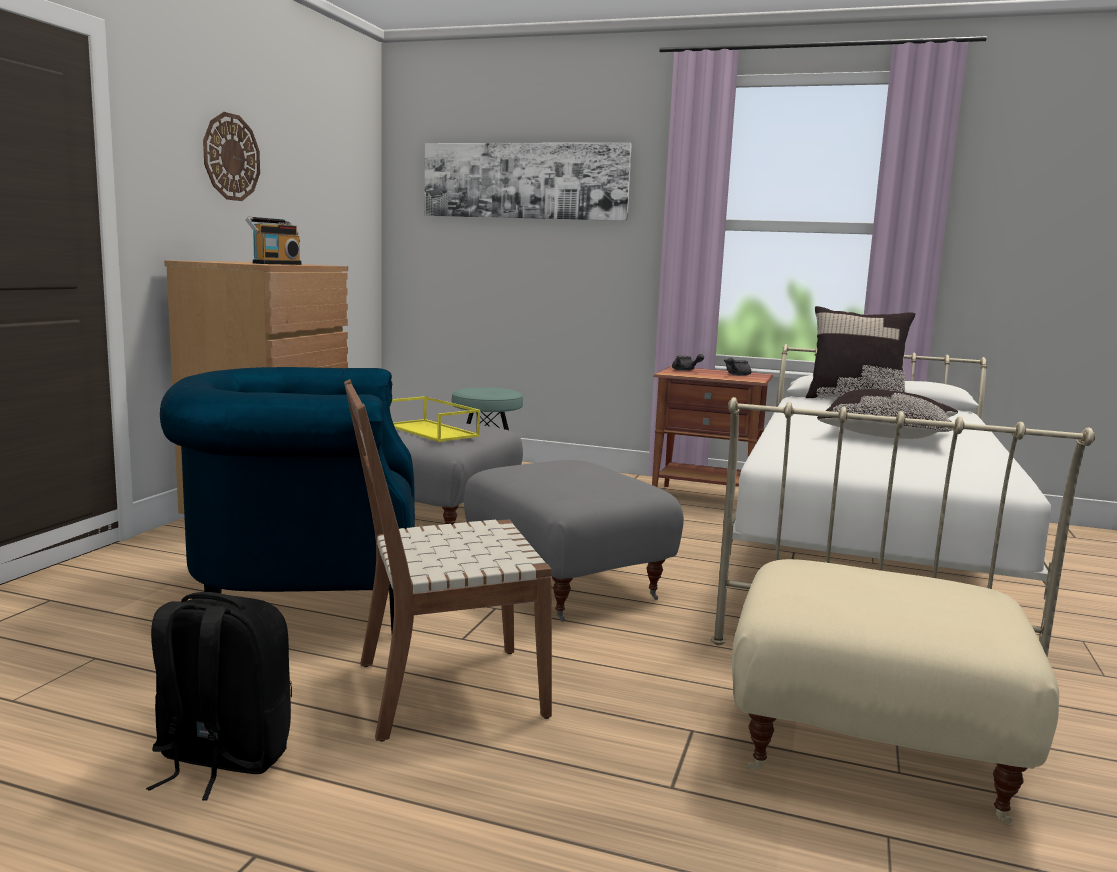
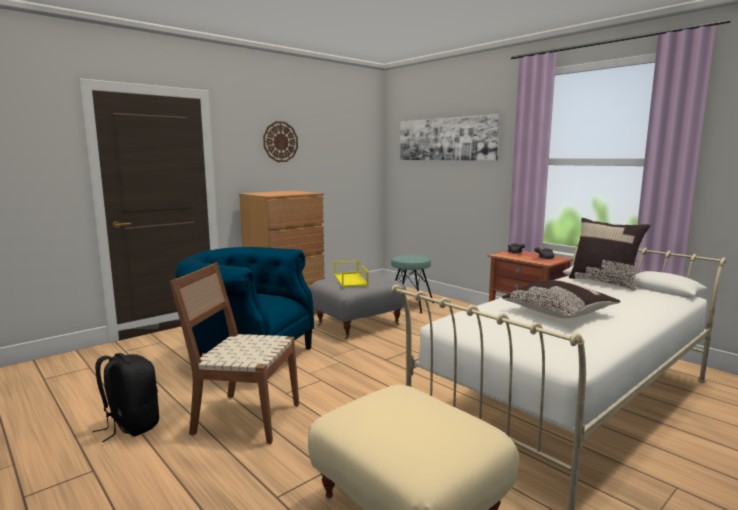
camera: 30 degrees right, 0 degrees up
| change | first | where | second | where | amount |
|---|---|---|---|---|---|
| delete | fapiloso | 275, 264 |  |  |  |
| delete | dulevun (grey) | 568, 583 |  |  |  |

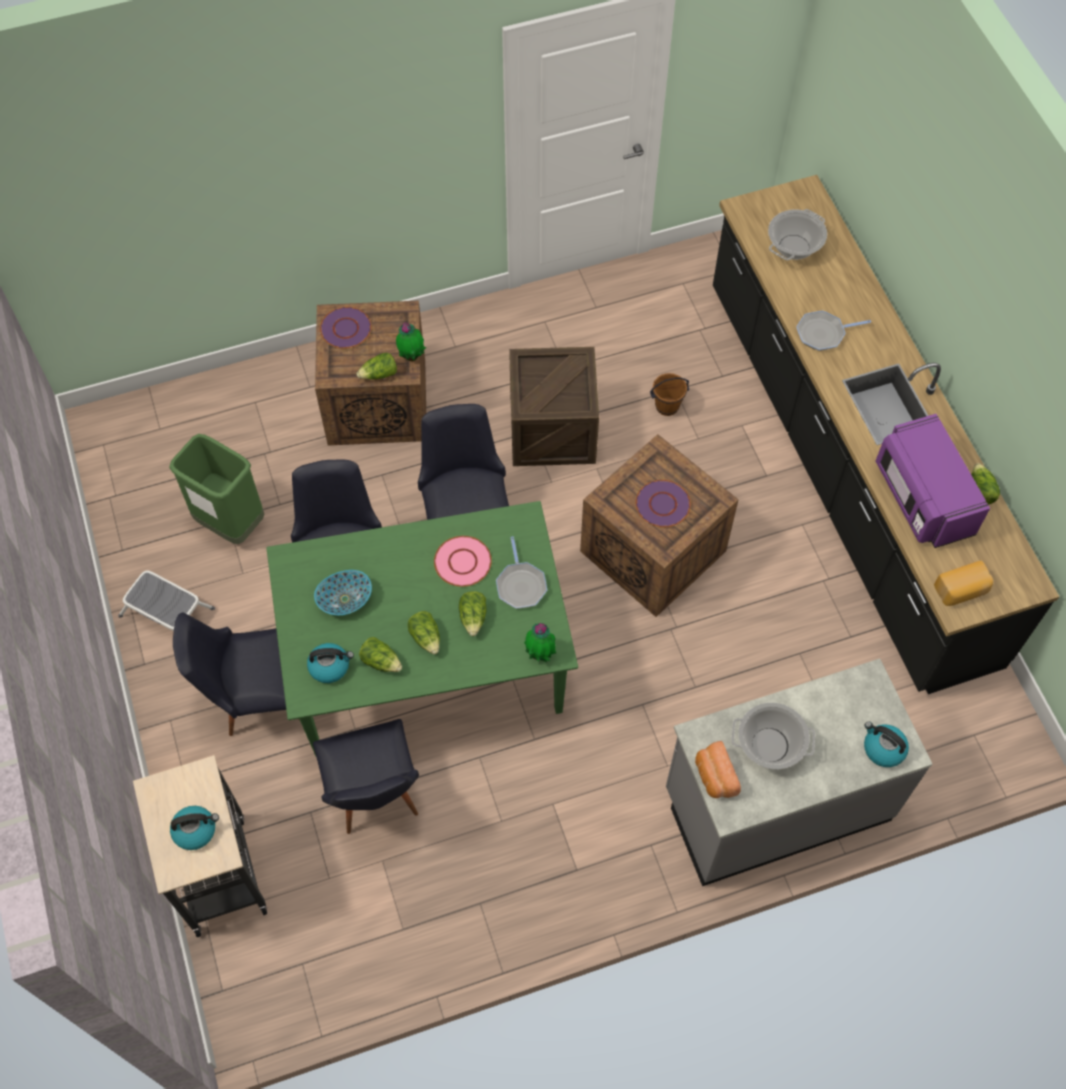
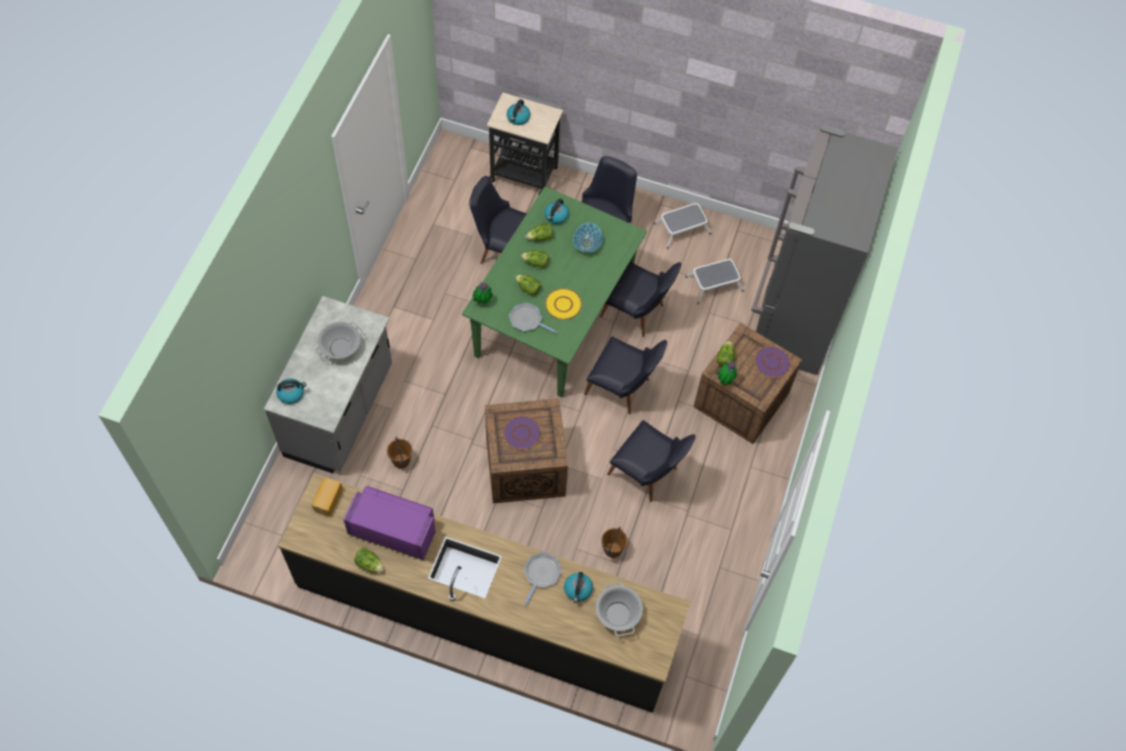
camera: 125 degrees right, 0 degrees up
| change | first | where | second | where | amount |
|---|---|---|---|---|---|
| delete | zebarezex | 714, 776 |  |  |  |
| insert |  |  | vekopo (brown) | 401, 461 |  |
| insert |  |  | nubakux | 578, 590 |  |
| insert |  |  | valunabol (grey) | 792, 317 |  |
| replace | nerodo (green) | 230, 523 | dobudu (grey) | 714, 284 |  |
| replace | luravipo | 552, 430 | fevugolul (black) | 647, 475 |  |
| recolor | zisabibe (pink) | 463, 562 | zisabibe (yellow) | 563, 305 |  |

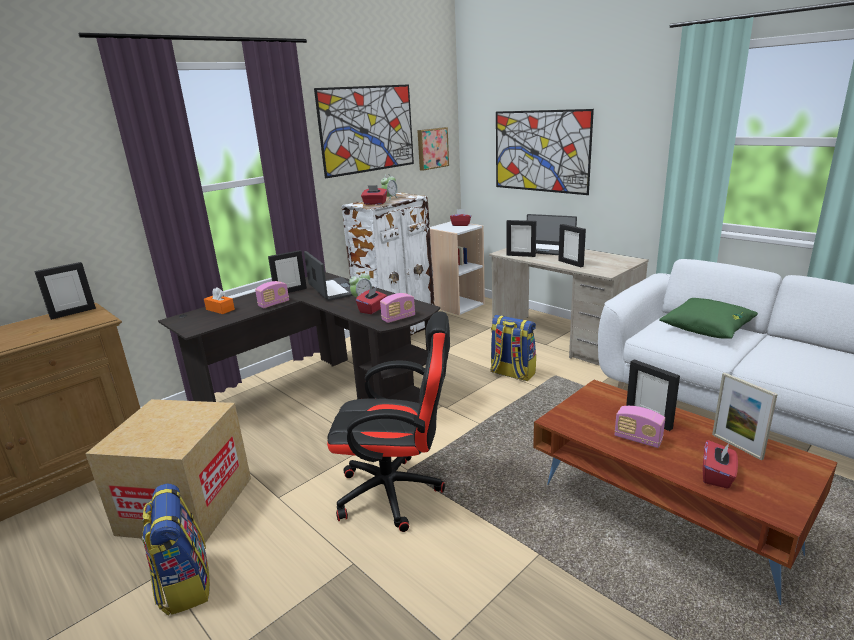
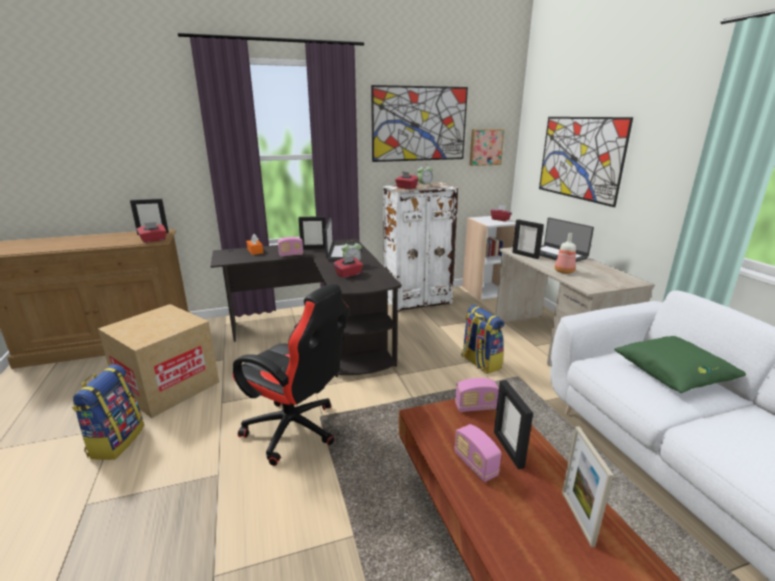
camera: 25 degrees right, 0 degrees up
| change | first | where | second | where | amount |
|---|---|---|---|---|---|
| move | fapiloso | 398, 318 |  | 475, 407 |  |
| move | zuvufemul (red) | 717, 475 |  | 153, 240 |  |
| replace | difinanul | 571, 263 | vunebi | 564, 272 |  |

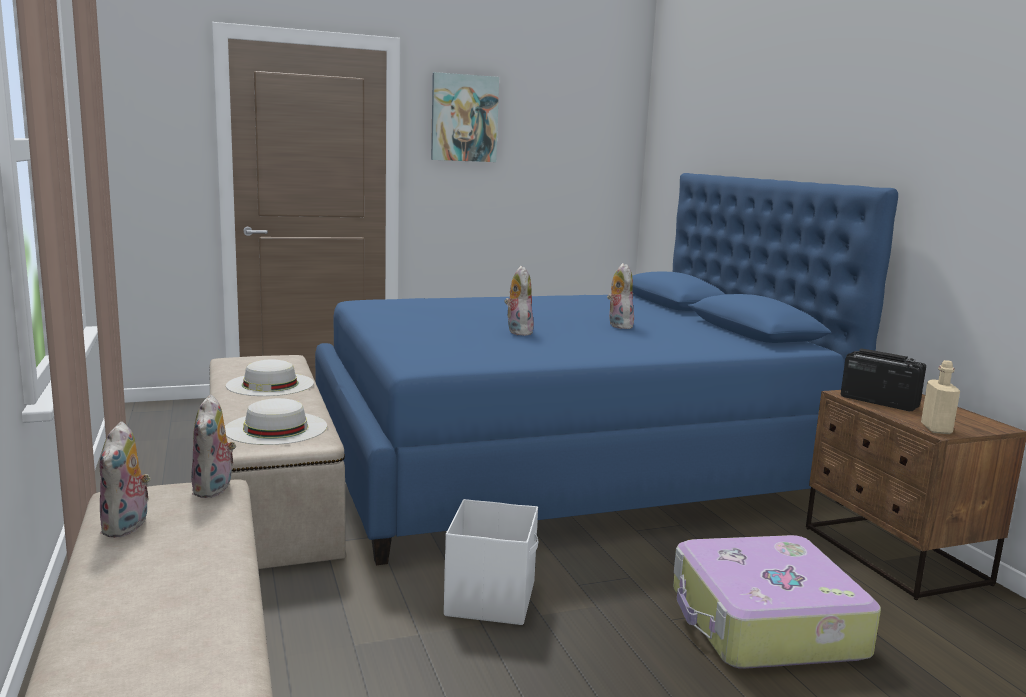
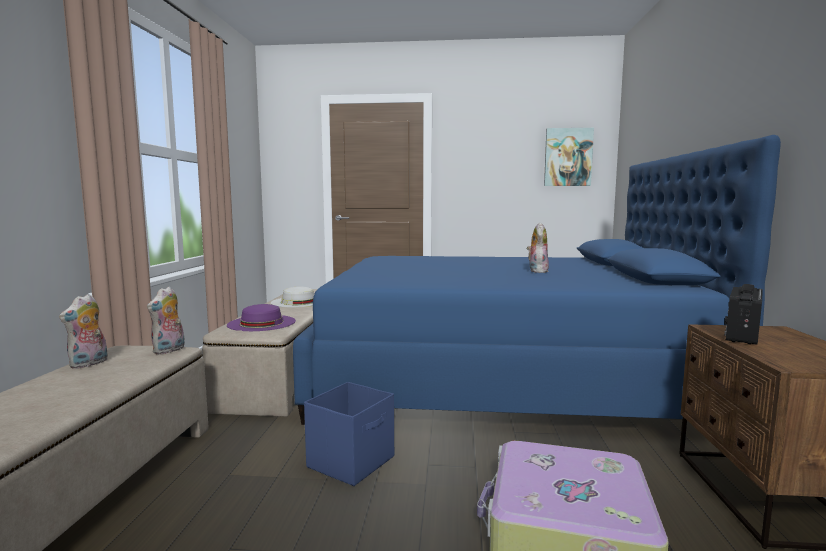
camera: 25 degrees right, 5 degrees down
| change | first | where | second | where | amount |
|---|---|---|---|---|---|
| delete | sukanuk | 517, 332 |  |  |  |
| delete | vunebi (beige) | 936, 429 |  |  |  |
| move | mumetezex | 464, 118 |  | 568, 157 |  |
| recolor | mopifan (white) | 276, 428 | mopifan (purple) | 261, 323 |  |
| recolor | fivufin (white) | 491, 598 | fivufin (blue) | 352, 462 |  |
| rotate | fapiloso | 878, 402 |  | 742, 336 | 120 degrees counterclockwise |

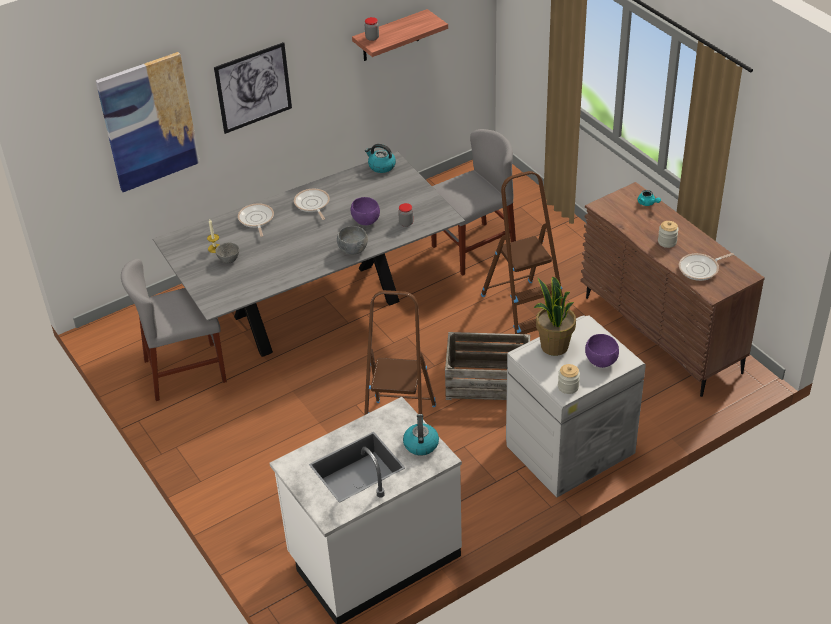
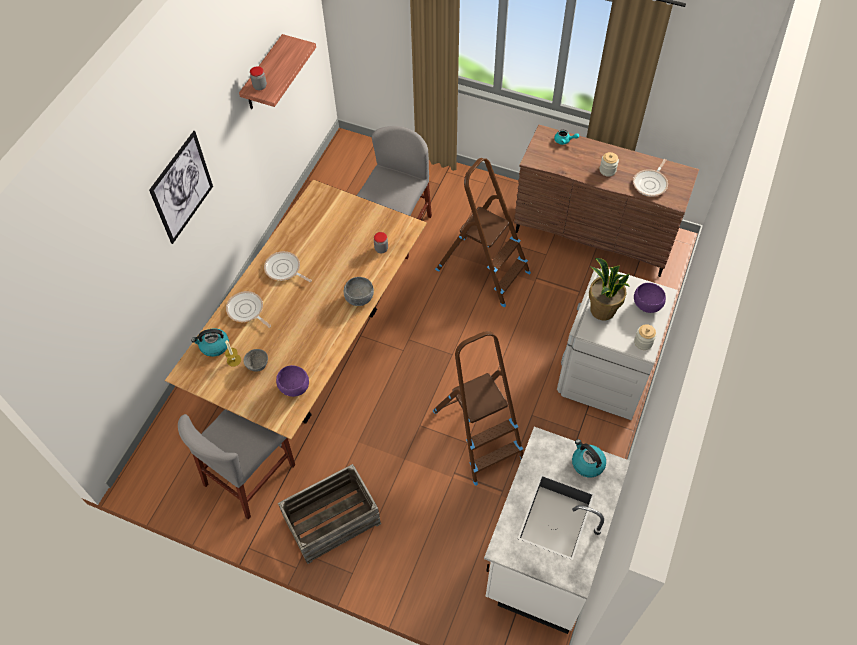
camera: 35 degrees left, 15 degrees up
| change | first | where | second | where | amount |
|---|---|---|---|---|---|
| delete | mumetezex | 148, 122 |  |  |  |
| move | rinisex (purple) | 365, 221 |  | 294, 388 |  |
| move | nubakux | 381, 166 |  | 214, 346 |  |
| move | luravipo | 488, 380 |  | 332, 520 |  |
| recolor | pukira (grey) | 318, 309 | pukira (brown) | 315, 351 |  |

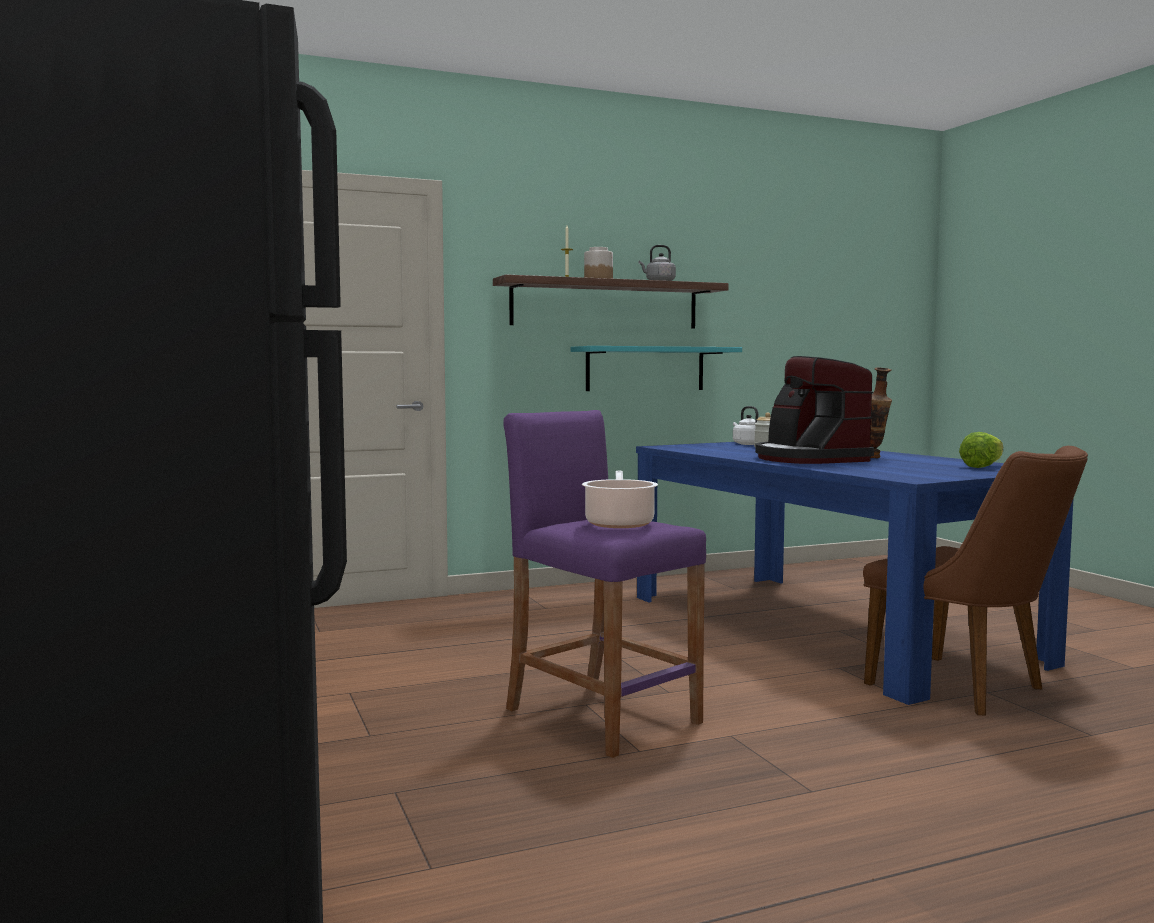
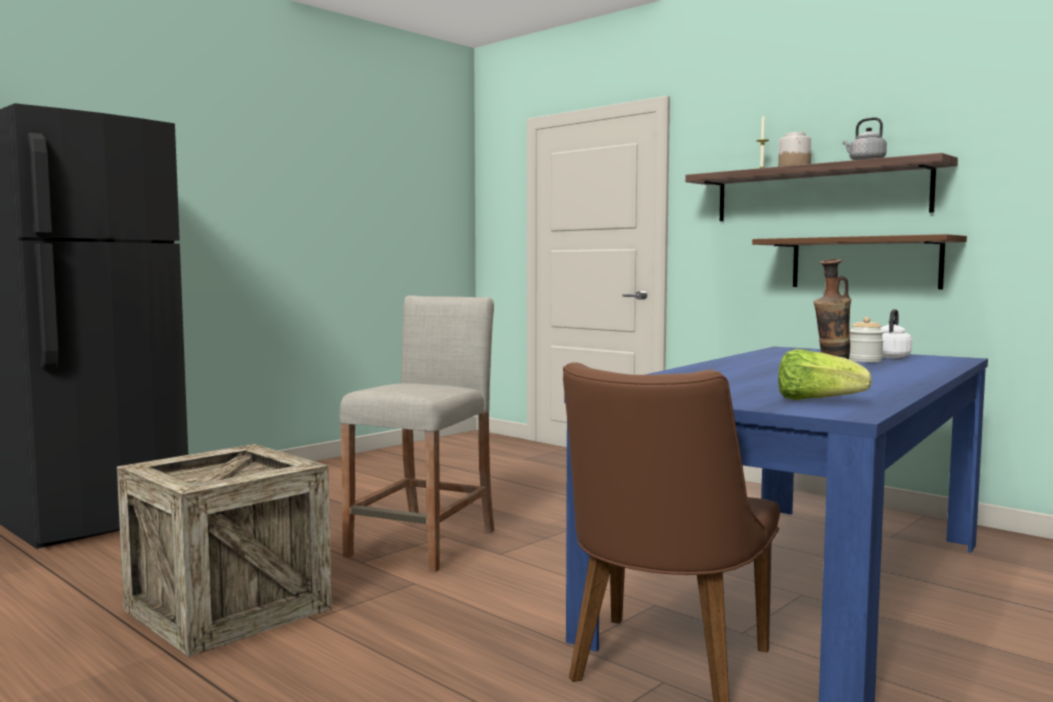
camera: 65 degrees right, 0 degrees up
| change | first | where | second | where | amount |
|---|---|---|---|---|---|
| delete | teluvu | 619, 523 |  |  |  |
| delete | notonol | 809, 459 |  |  |  |
| insert |  |  | luravipo | 227, 609 |  |
| recolor | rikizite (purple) | 602, 716 | rikizite (beige) | 423, 543 |  |
| recolor | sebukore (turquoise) | 645, 369 | sebukore (brown) | 864, 263 |  |

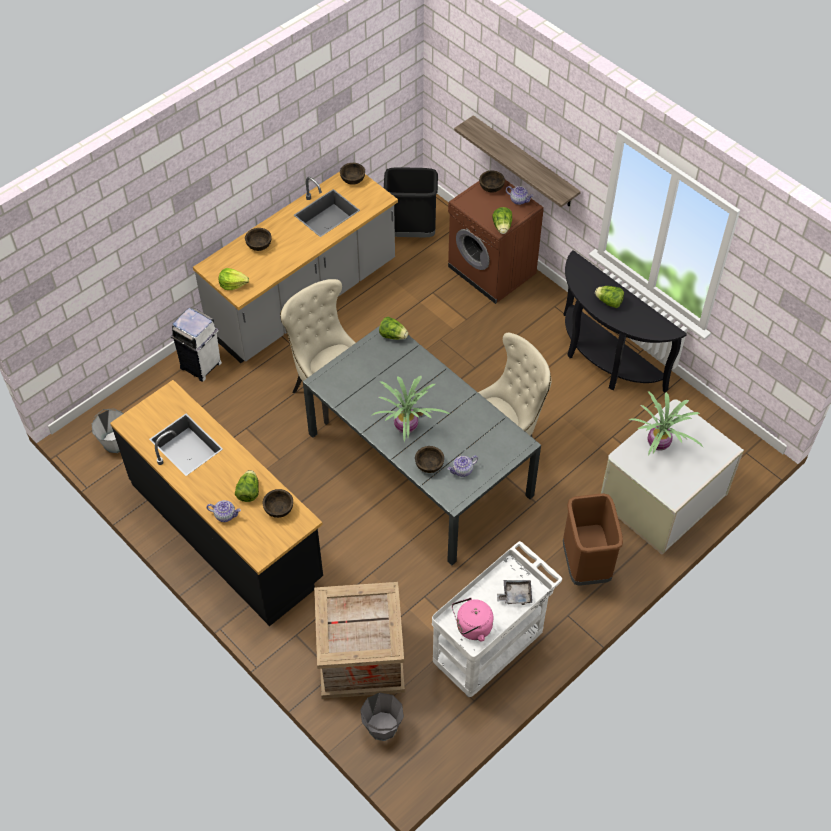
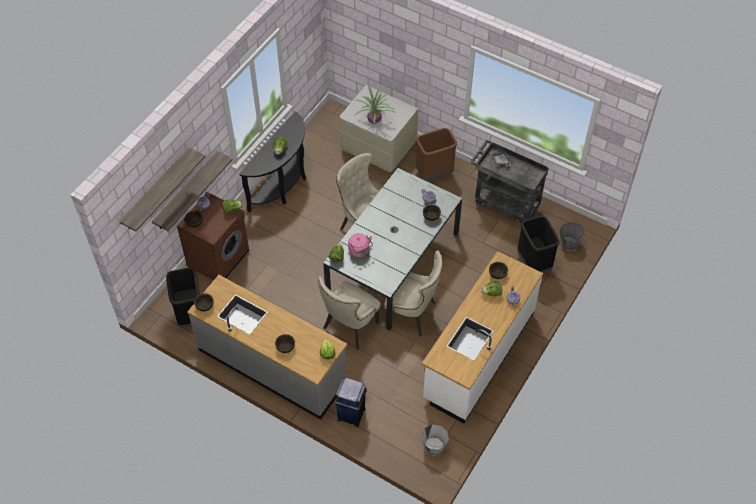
camera: 105 degrees left, 0 degrees up
| change | first | where | second | where | amount |
|---|---|---|---|---|---|
| delete | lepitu | 407, 427 |  |  |  |
| insert |  |  | sebukore | 156, 190 |  |
| insert |  |  | fevugolul (beige) | 412, 314 |  |
| move | nubakux (pink) | 472, 627 |  | 360, 251 |  |
| replace | luravipo | 360, 658 | nerodo (black) | 534, 263 |  |
| recolor | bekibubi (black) | 227, 531 | bekibubi (white) | 478, 355 |  |
| recolor | nerodo (white) | 201, 366 | nerodo (blue) | 351, 414 |  |
| recolor | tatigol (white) | 491, 649 | tatigol (black) | 503, 205 |  |

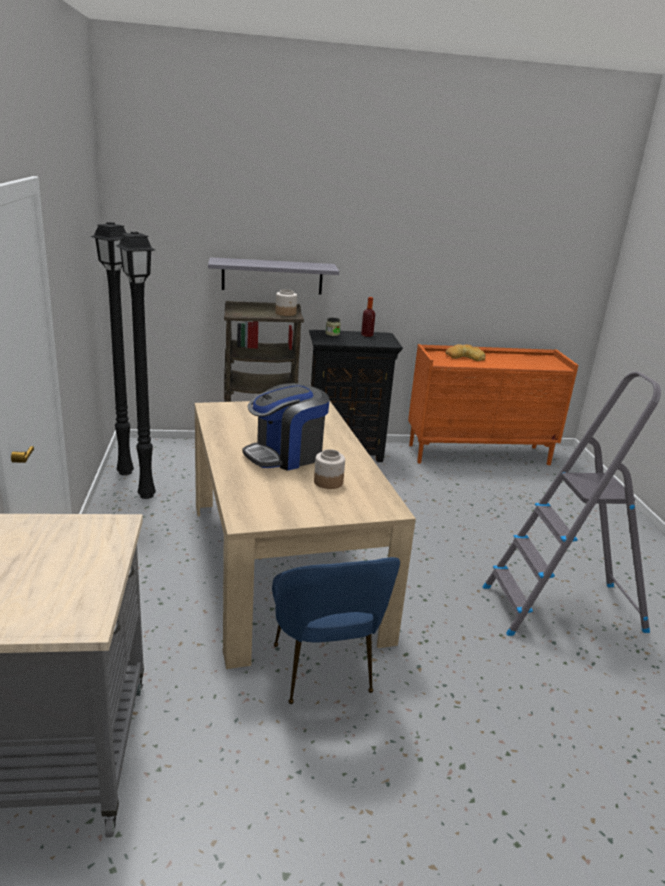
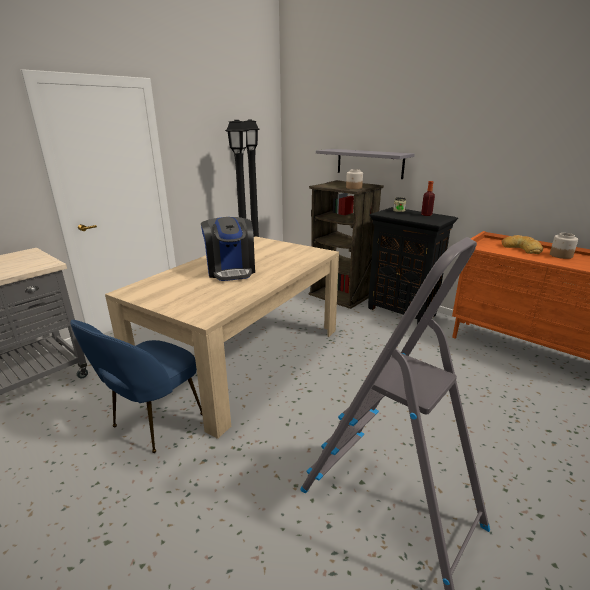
camera: 50 degrees right, 0 degrees up
| change | first | where | second | where | amount |
|---|---|---|---|---|---|
| move | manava | 328, 482 |  | 560, 255 |  |
| rotate | notonol | 286, 455 |  | 231, 270 | 120 degrees counterclockwise |

